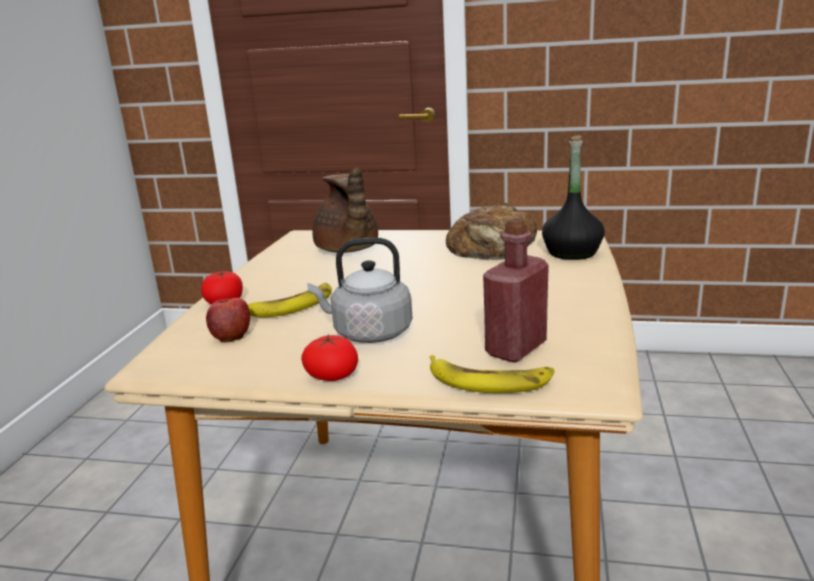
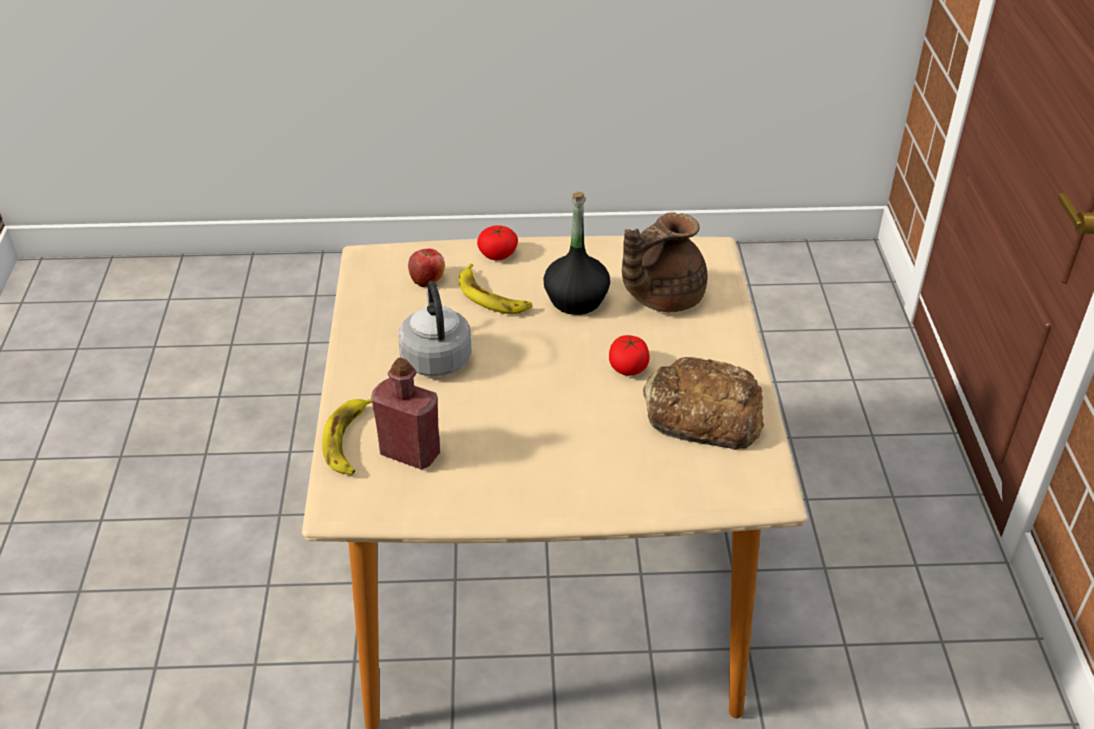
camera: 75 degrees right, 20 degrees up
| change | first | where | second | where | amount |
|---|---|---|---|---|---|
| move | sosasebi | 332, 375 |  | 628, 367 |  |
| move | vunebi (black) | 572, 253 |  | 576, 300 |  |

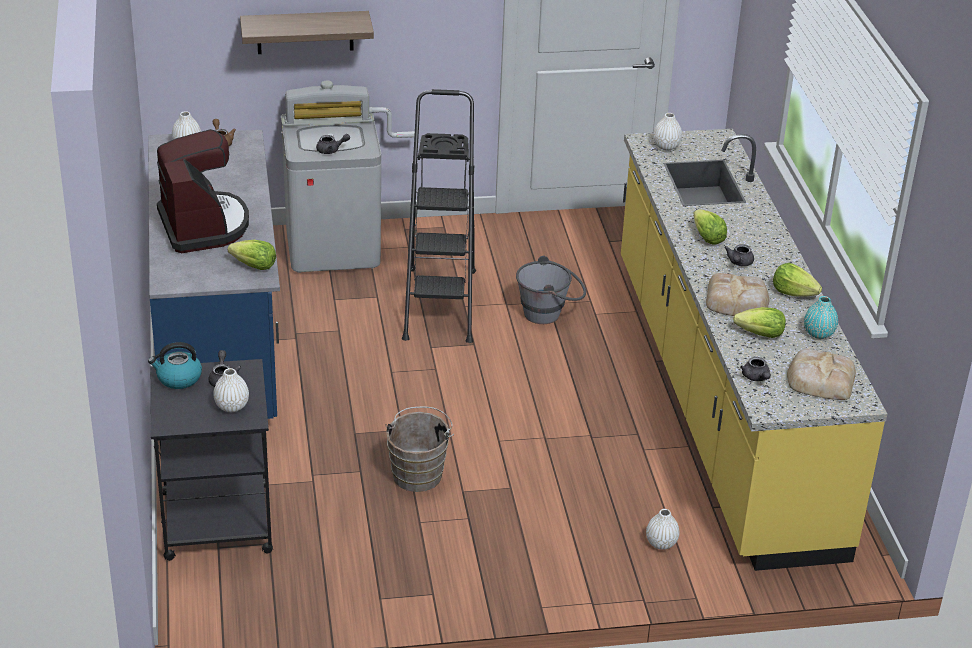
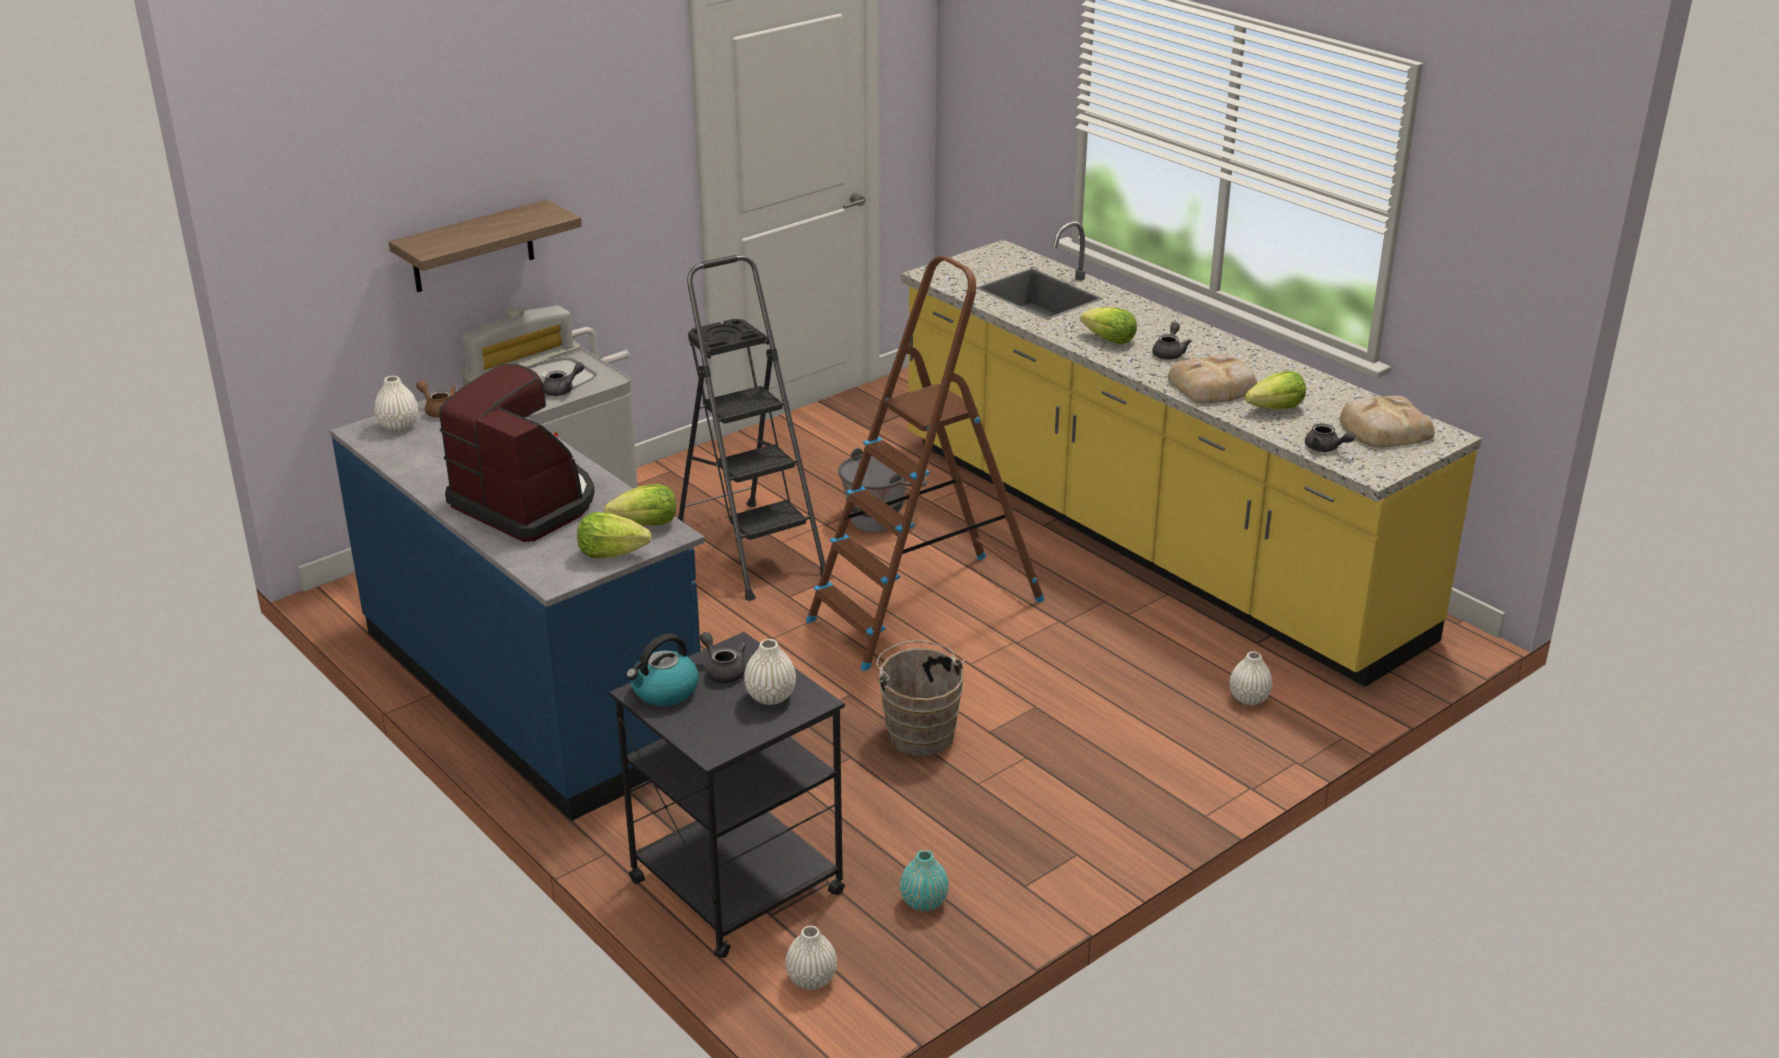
camera: 30 degrees left, 5 degrees down
| change | first | where | second | where | amount |
|---|---|---|---|---|---|
| insert |  |  | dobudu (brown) | 925, 611 |  |
| move | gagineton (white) | 666, 146 |  | 811, 979 |  |
| move | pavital | 793, 293 |  | 611, 553 |  |
| move | gagineton (turquoise) | 818, 333 |  | 924, 902 |  |
| rotate | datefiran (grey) | 739, 263 |  | 1169, 353 | 150 degrees counterclockwise |

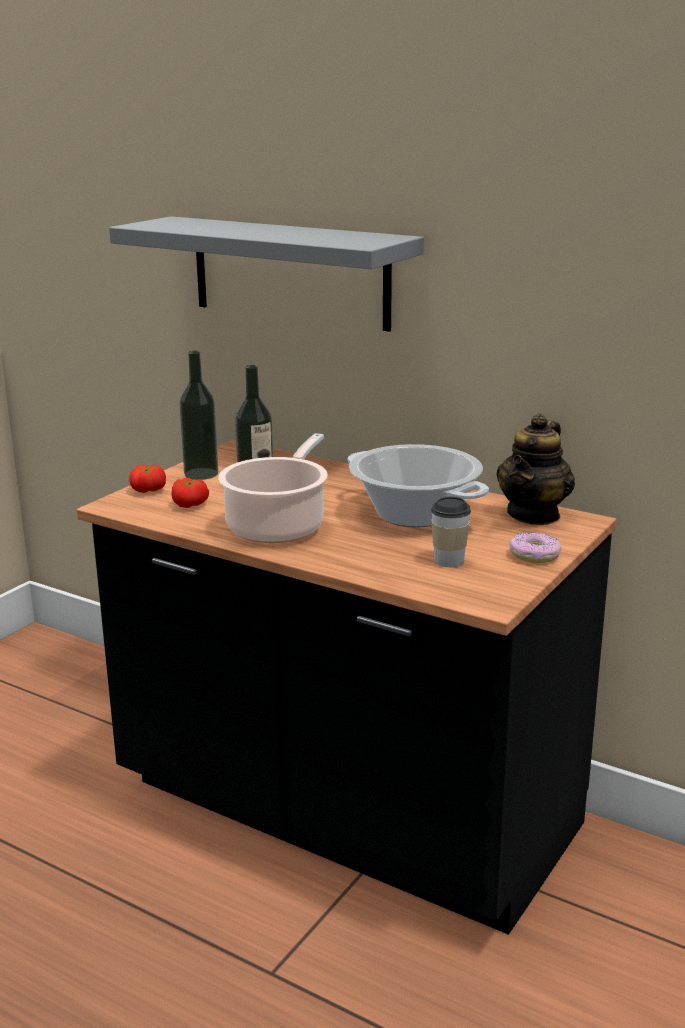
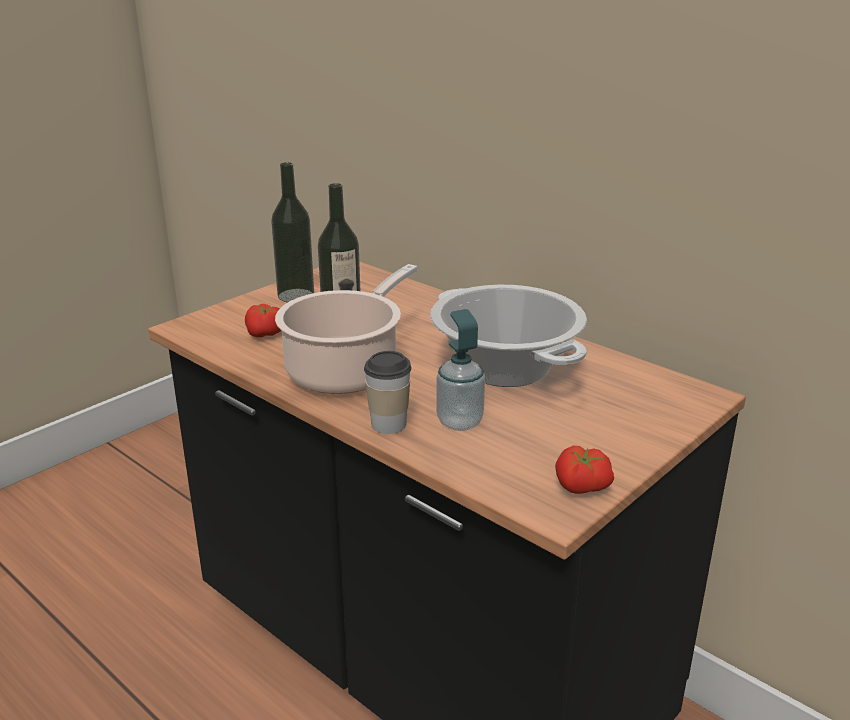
camera: 10 degrees right, 5 degrees up
| change | first | where | second | where | amount |
|---|---|---|---|---|---|
| delete | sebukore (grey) | 290, 272 |  |  |  |
| delete | datefiran | 534, 515 |  |  |  |
| delete | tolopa | 534, 555 |  |  |  |
| insert |  |  | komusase | 459, 422 |  |
| move | sosasebi | 147, 490 |  | 580, 487 |  |
| move | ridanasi | 449, 561 |  | 388, 424 |  |

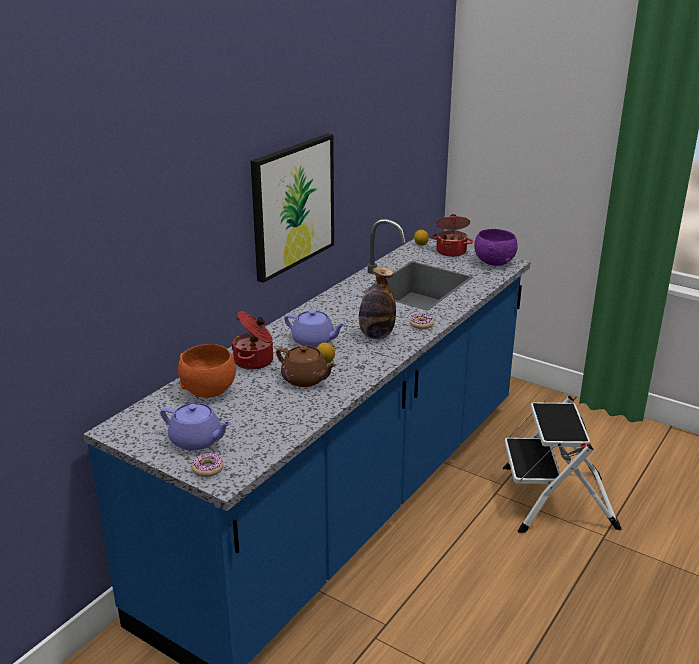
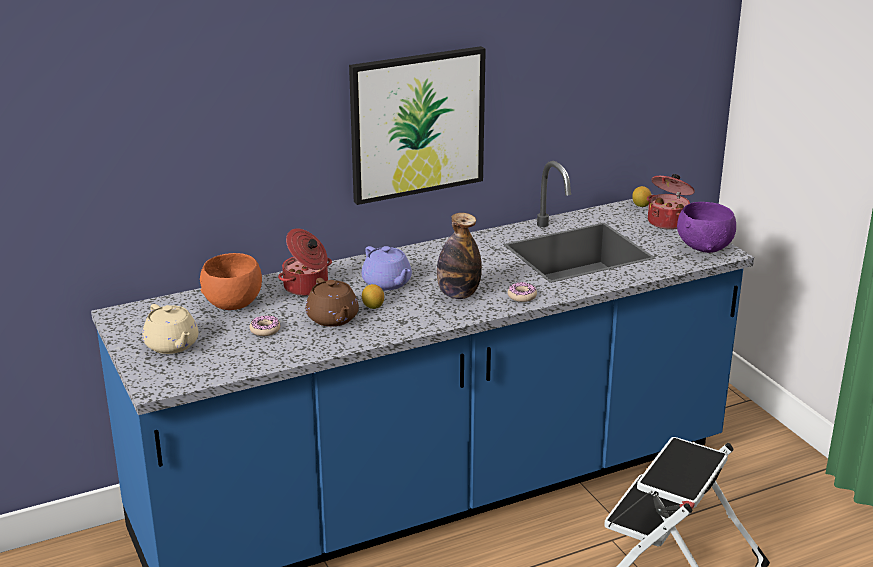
camera: 30 degrees right, 0 degrees up
| change | first | where | second | where | amount |
|---|---|---|---|---|---|
| move | tolopa | 207, 469 |  | 265, 330 |  |
| recolor | datefiran (purple) | 197, 440 | datefiran (beige) | 172, 345 |  |

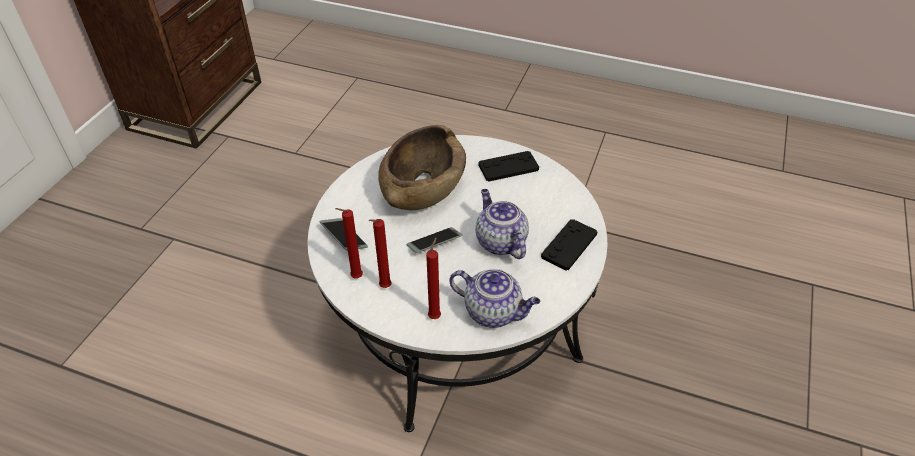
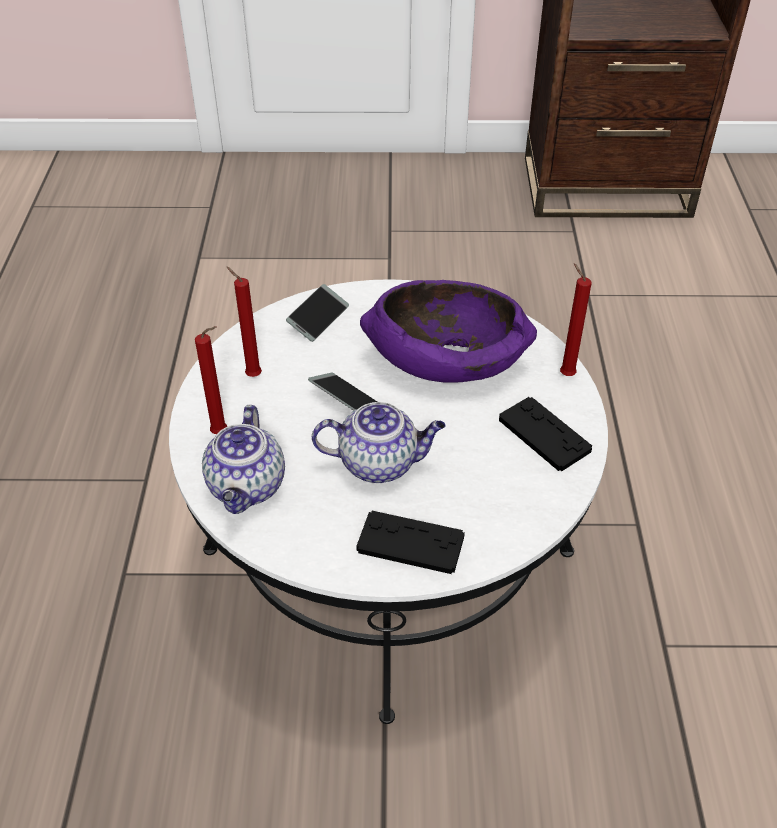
camera: 70 degrees right, 0 degrees up
| change | first | where | second | where | amount |
|---|---|---|---|---|---|
| move | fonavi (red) | 355, 277 |  | 565, 374 |  |
| recolor | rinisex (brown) | 422, 187 | rinisex (purple) | 447, 358 |  |
| rotate | datefiran | 499, 242 |  | 380, 463 | 45 degrees clockwise |

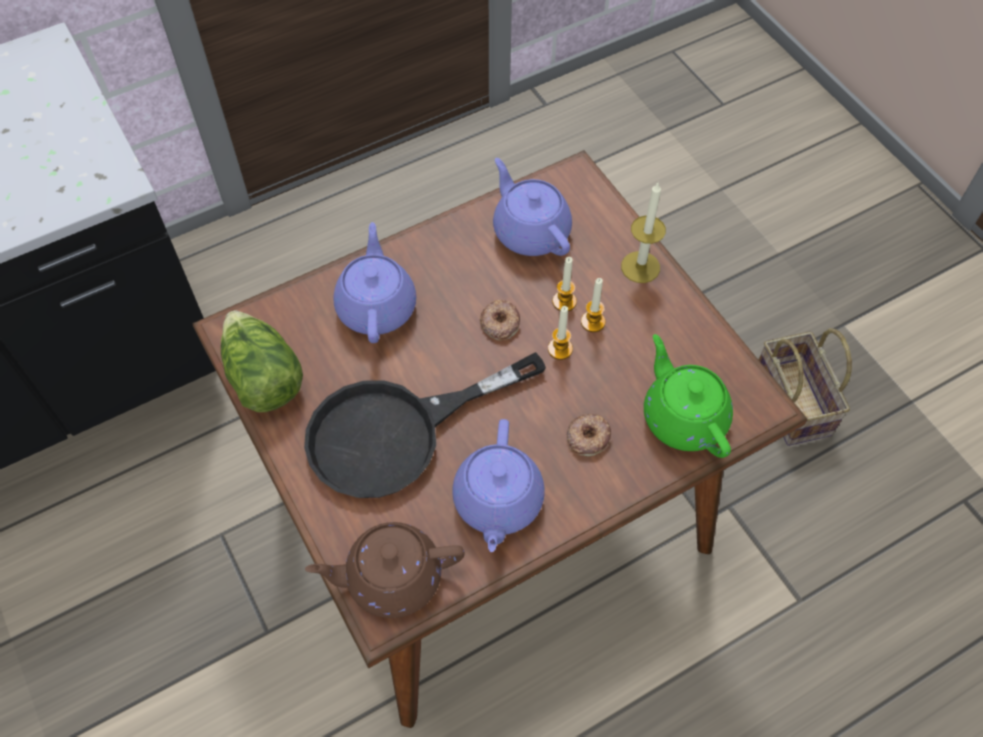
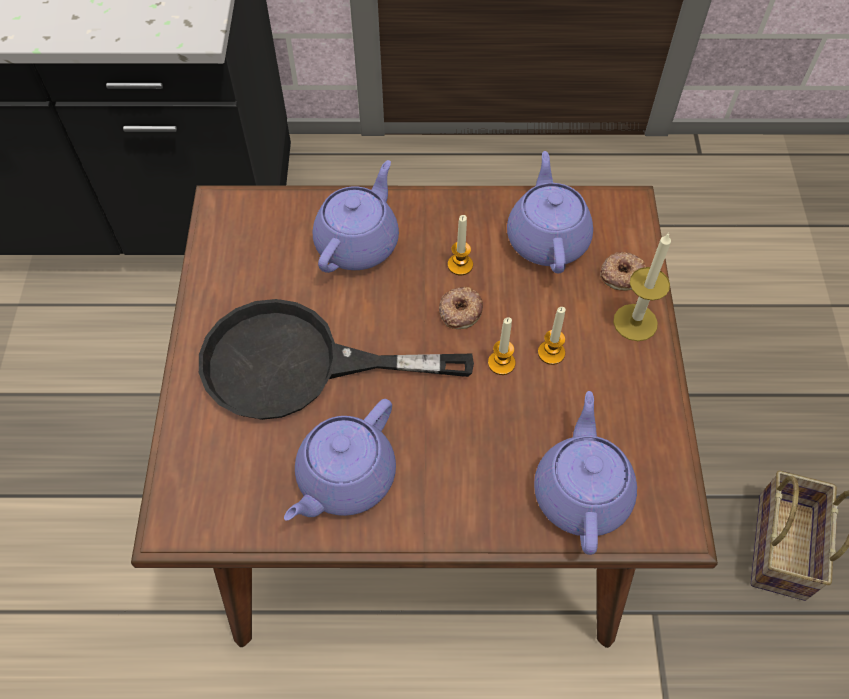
camera: 30 degrees right, 0 degrees up
| change | first | where | second | where | amount |
|---|---|---|---|---|---|
| delete | pavital | 262, 377 |  |  |  |
| delete | datefiran (brown) | 391, 578 |  |  |  |
| move | fonavi | 564, 301 |  | 460, 265 |  |
| move | tolopa | 587, 437 |  | 622, 274 |  |
| recolor | datefiran (green) | 683, 417 | datefiran (purple) | 581, 491 |  |

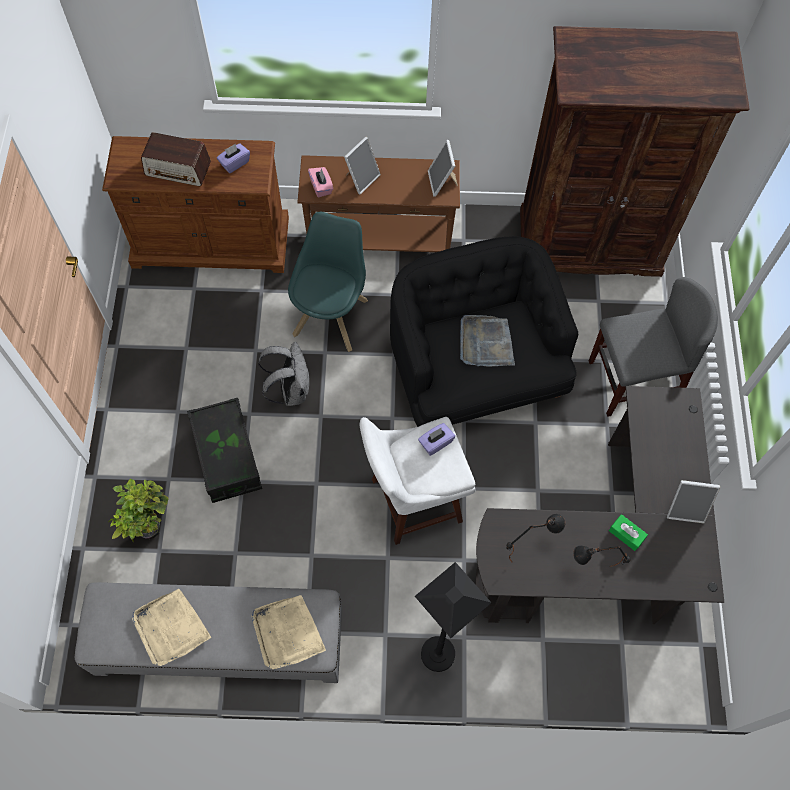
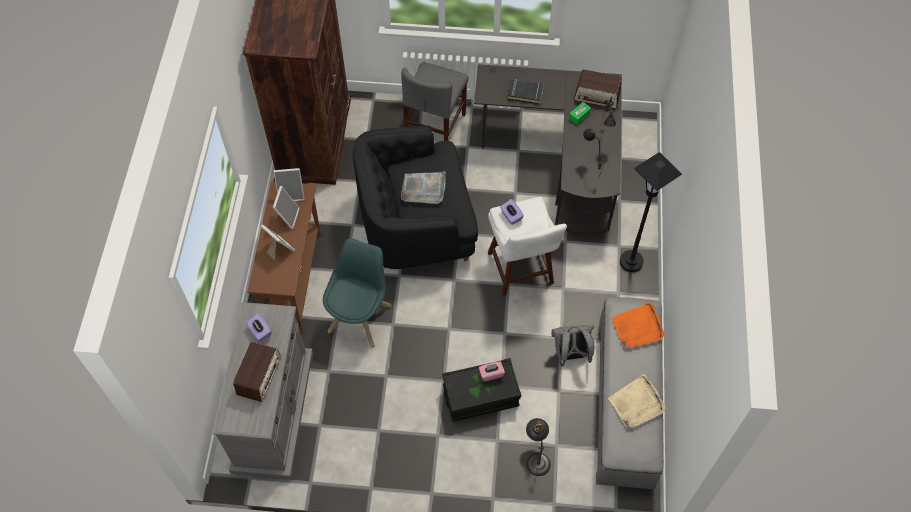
camera: 85 degrees left, 5 degrees down
| change | first | where | second | where | amount |
|---|---|---|---|---|---|
| insert |  |  | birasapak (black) | 525, 93 |  |
| insert |  |  | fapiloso | 597, 96 |  |
| move | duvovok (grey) | 291, 390 |  | 570, 354 |  |
| move | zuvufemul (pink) | 321, 187 |  | 491, 374 |  |
| move | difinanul | 685, 508 |  | 287, 216 |  |
| replace | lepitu | 149, 526 | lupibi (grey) | 536, 454 |  |
| recolor | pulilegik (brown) | 212, 241 | pulilegik (grey) | 272, 411 |  |
| recolor | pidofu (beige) | 287, 633 | pidofu (orange) | 637, 327 |  |
| rotate | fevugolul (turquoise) | 331, 317 |  | 360, 318 | 90 degrees clockwise |
| rotate | fevugolul (grey) | 633, 381 |  | 435, 127 | 150 degrees counterclockwise |

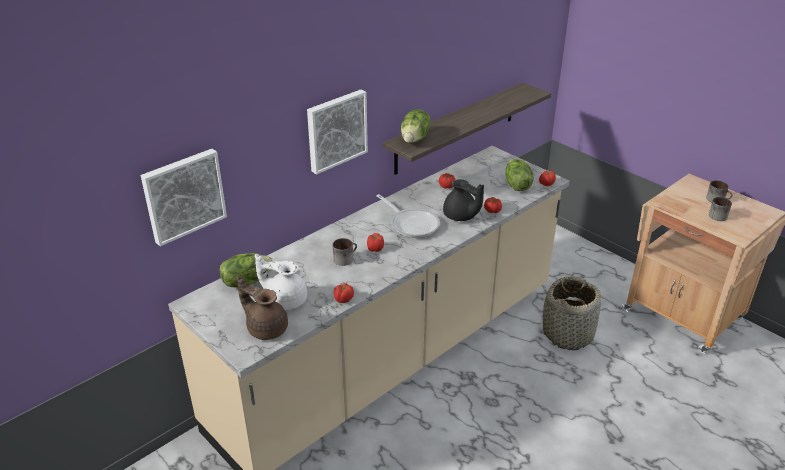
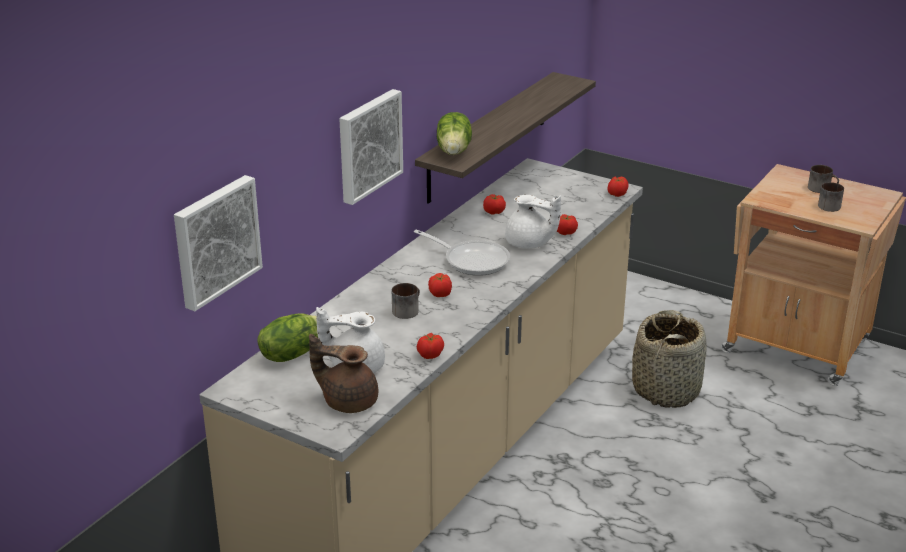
camera: 15 degrees left, 5 degrees down
| change | first | where | second | where | amount |
|---|---|---|---|---|---|
| delete | pavital | 516, 185 |  |  |  |
| recolor | datefiran (black) | 461, 216 | datefiran (white) | 529, 244 |  |

